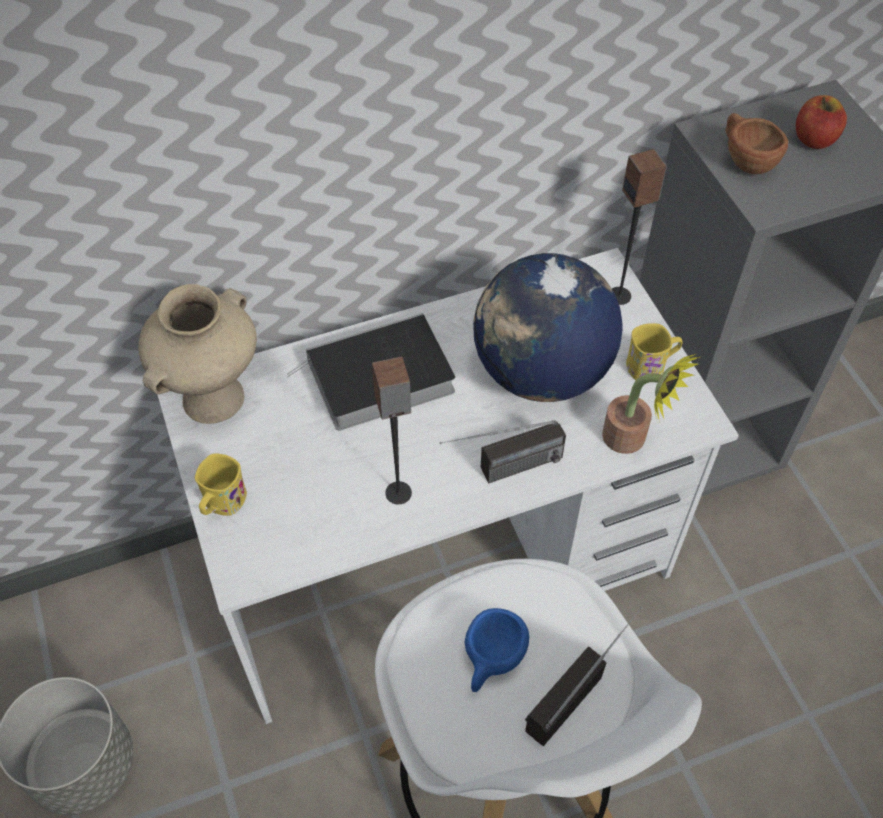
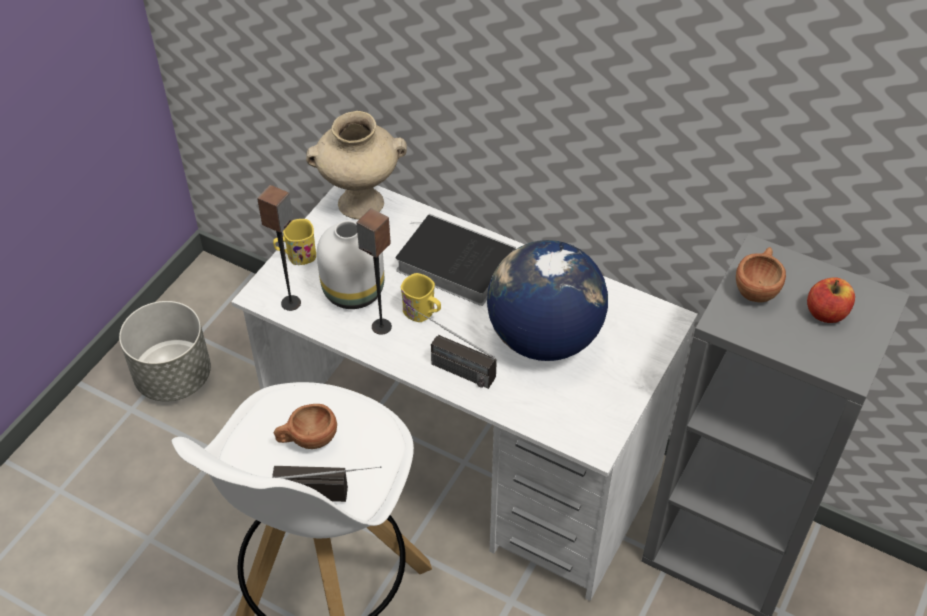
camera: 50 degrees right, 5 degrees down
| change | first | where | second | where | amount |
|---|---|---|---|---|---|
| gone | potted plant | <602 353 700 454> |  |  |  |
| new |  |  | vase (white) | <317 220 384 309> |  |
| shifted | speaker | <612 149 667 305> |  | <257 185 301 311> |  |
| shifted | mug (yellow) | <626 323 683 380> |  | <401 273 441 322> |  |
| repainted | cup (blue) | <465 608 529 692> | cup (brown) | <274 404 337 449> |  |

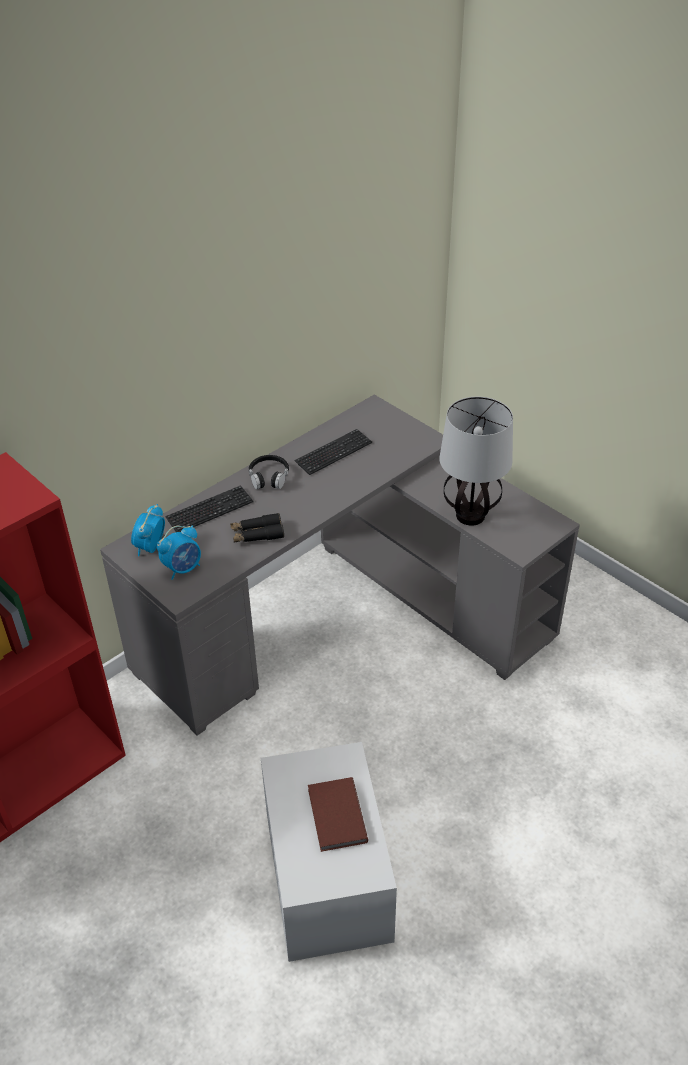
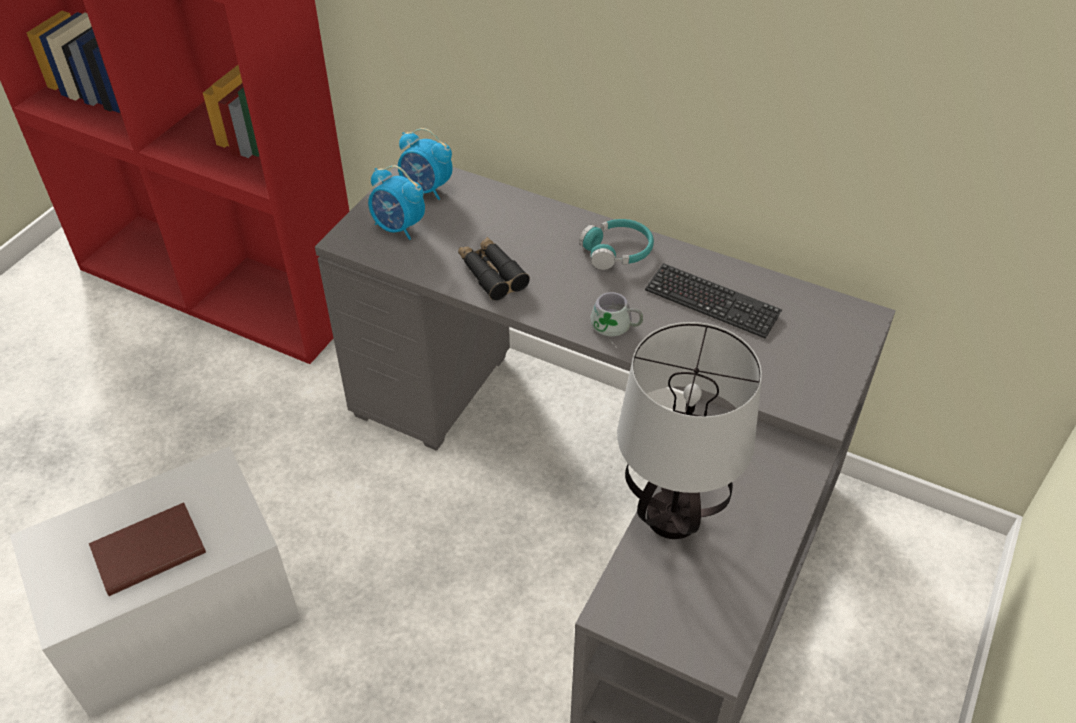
camera: 70 degrees right, 5 degrees up
| change | first | where | second | where | amount |
|---|---|---|---|---|---|
| gone | keyboard | <165 485 253 532> |  |  |  |
| new |  |  | mug (grey) | <591 292 643 348> |  |
| repainted | headphones (black) | <249 455 289 489> | headphones (turquoise) | <579 219 654 270> |  |
| rotated | alarm clock | <131 504 165 556> |  | <398 128 453 200> | 150 degrees counterclockwise |

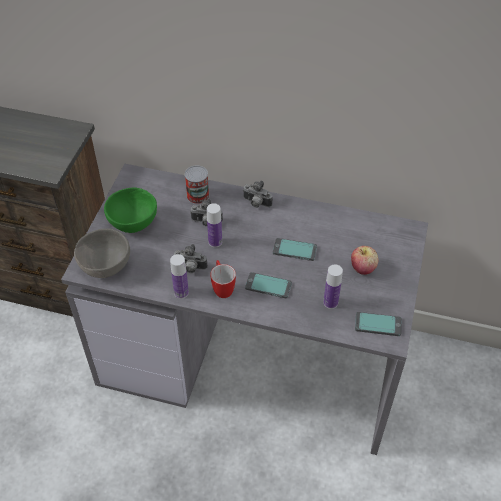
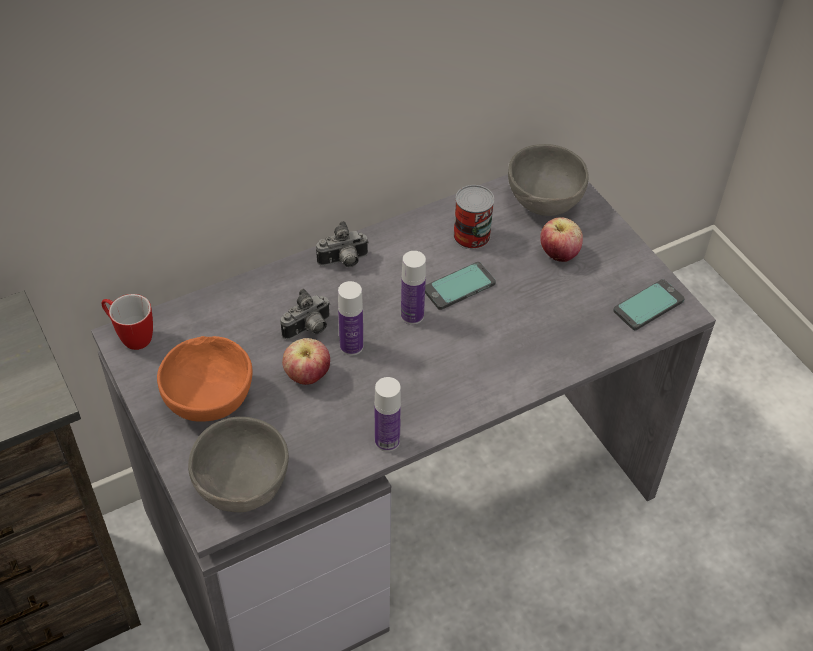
camera: 45 degrees left, 0 degrees up
| change | first | where | second | where | amount |
|---|---|---|---|---|---|
| gone | photo camera | <174 244 208 273> |  |  |  |
| gone | phone | <245 272 292 298> |  |  |  |
| new |  |  | apple | <282 338 330 385> |  |
| new |  |  | bowl (grey) | <508 144 589 216> |  |
| shifted | can | <185 166 209 204> |  | <453 185 495 249> |  |
| shifted | mug | <210 260 236 298> |  | <102 294 153 350> |  |
| shifted | bottle | <323 264 343 309> |  | <401 251 426 325> |  |
| repainted | bowl (green) | <104 188 157 233> | bowl (orange) | <157 336 252 422> |  |

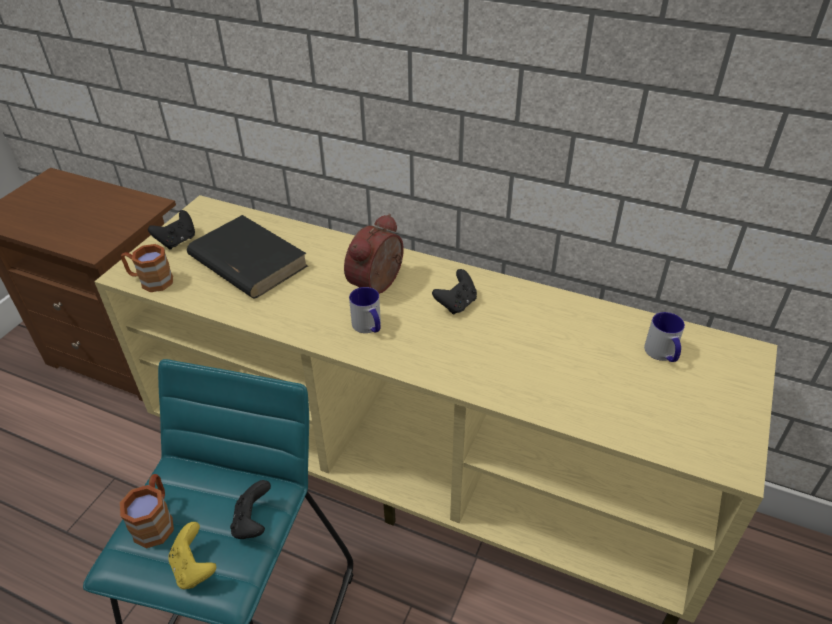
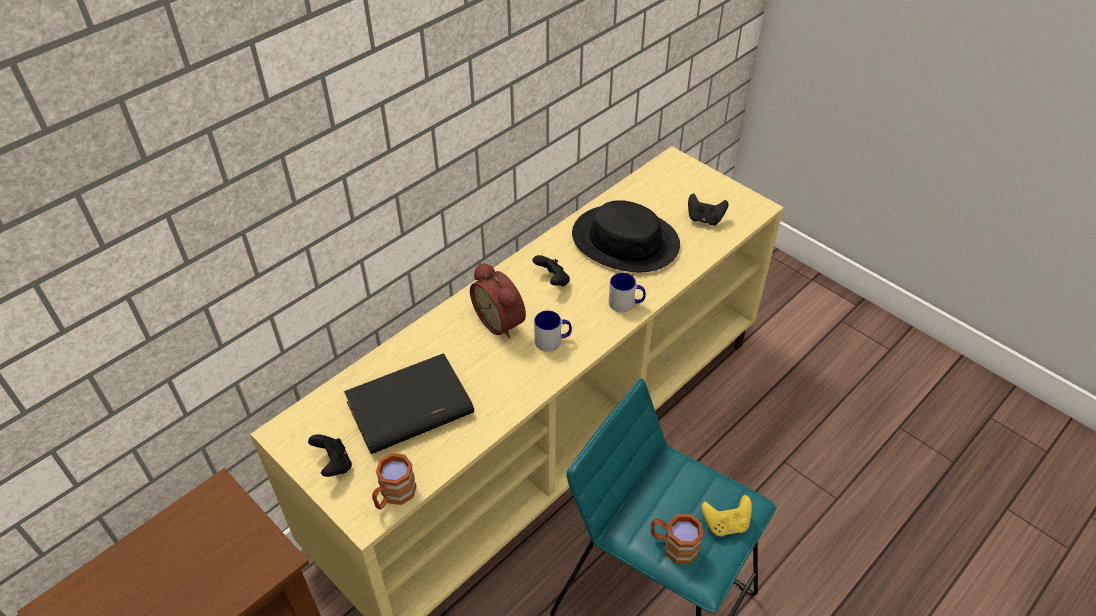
camera: 70 degrees left, 5 degrees up
| change | first | where | second | where | amount |
|---|---|---|---|---|---|
| new |  |  | hat (black) | <572 200 680 272> |  |
| shifted | game controller (black) | <230 480 271 539> |  | <688 193 728 225> |  |
| shifted | mug | <644 312 685 362> |  | <609 273 646 312> |  |

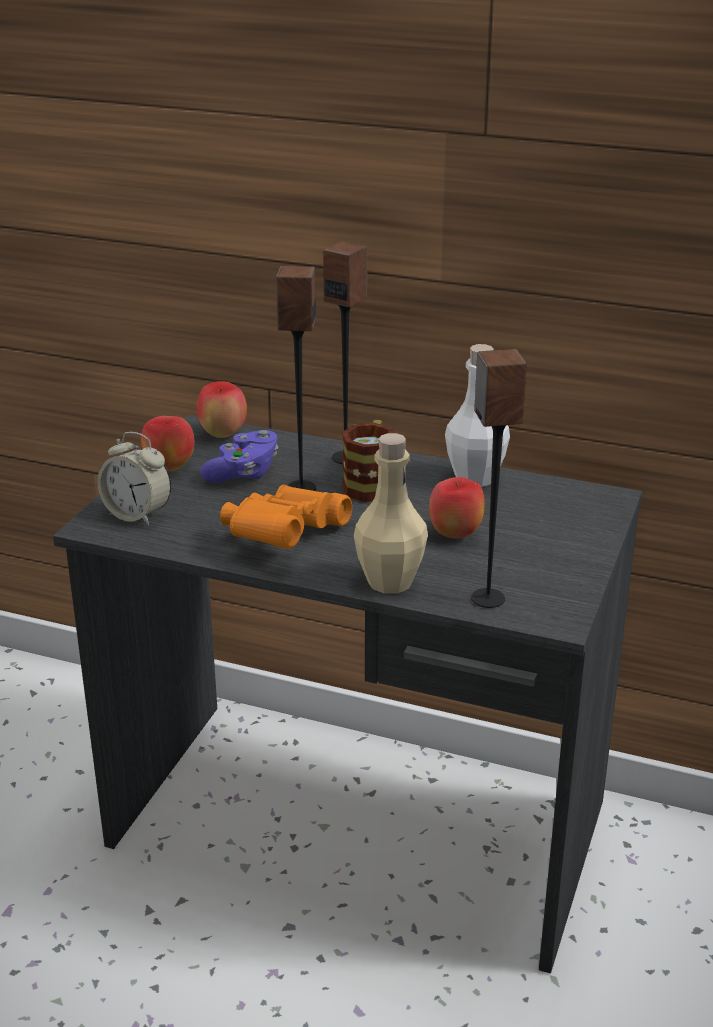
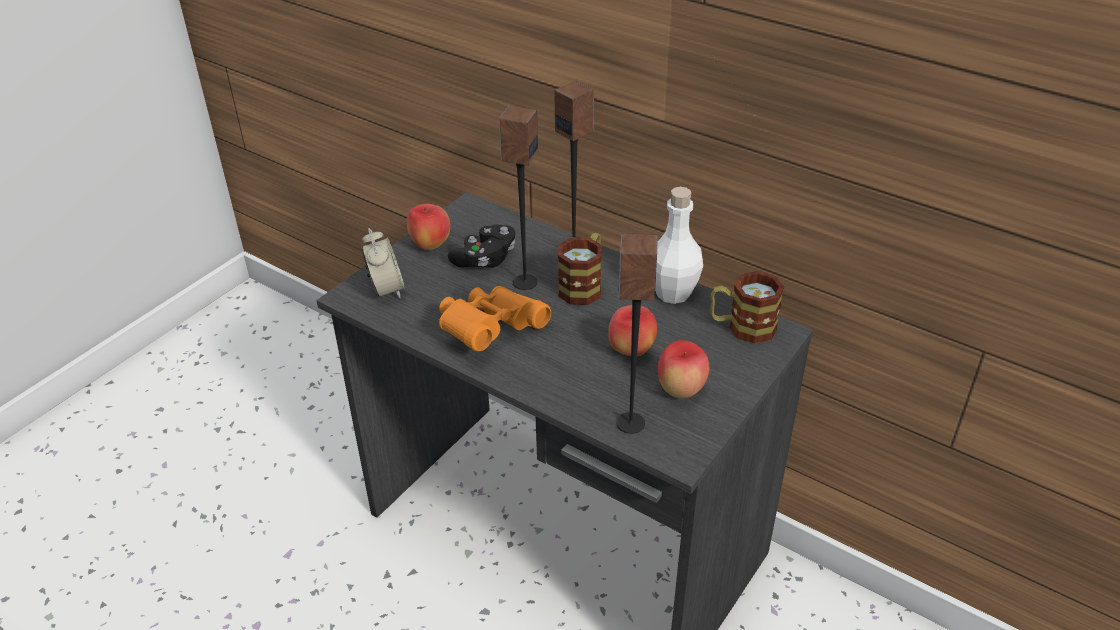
camera: 15 degrees right, 10 degrees up
| change | first | where | second | where | amount |
|---|---|---|---|---|---|
| gone | bottle (beige) | <354 433 428 594> |  |  |  |
| new |  |  | mug | <710 271 784 344> |  |
| shifted | apple | <197 381 247 438> |  | <657 340 710 398> |  |
| repainted | game controller (purple) | <200 430 278 483> | game controller (black) | <448 224 515 268> |  |
| rotated | alarm clock | <97 432 171 526> |  | <362 228 405 299> | 150 degrees counterclockwise |

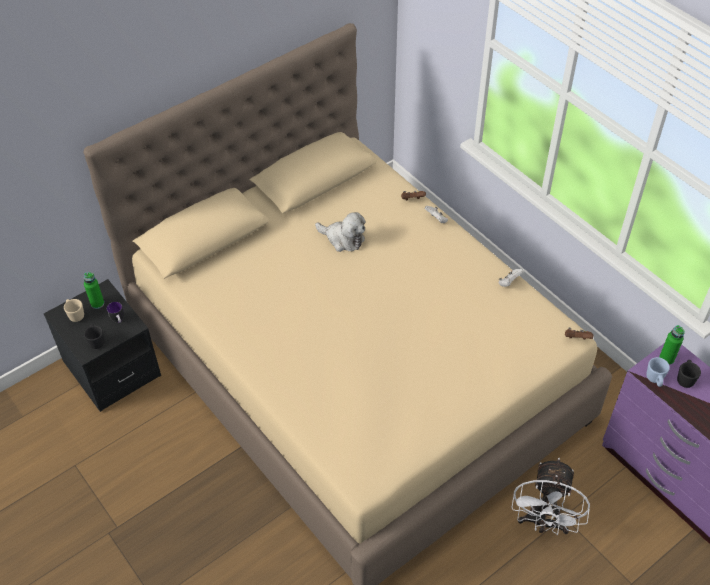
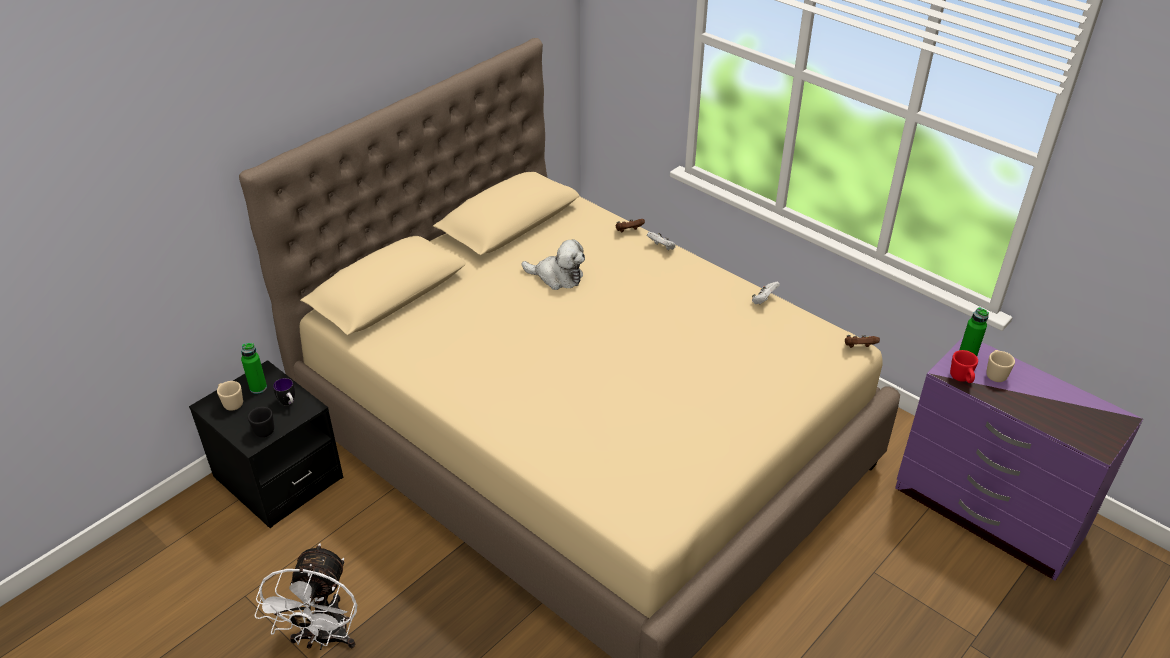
camera: 10 degrees left, 10 degrees down
| change | first | where | second | where | amount |
|---|---|---|---|---|---|
| shifted | fan (white) | <512 458 590 535> |  | <254 544 357 650> |  |
| repainted | mug (blue) | <646 357 670 387> | mug (red) | <950 350 978 383> |  |
| repainted | mug (black) | <677 360 701 388> | mug (beige) | <986 350 1015 382> |  |

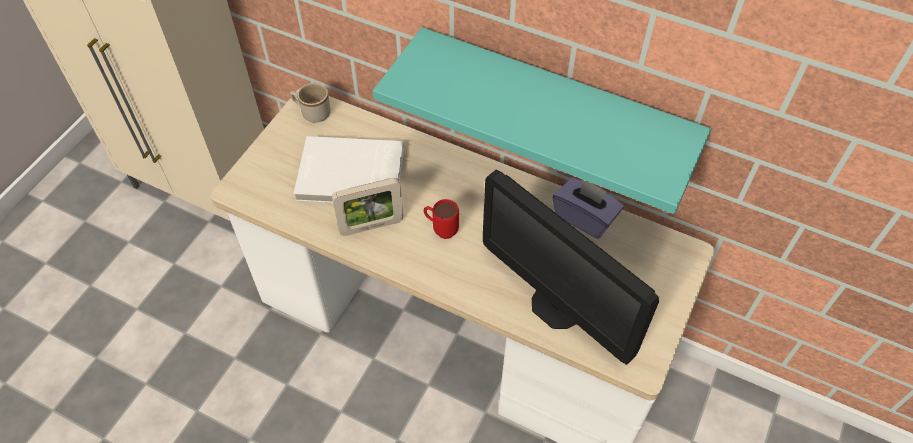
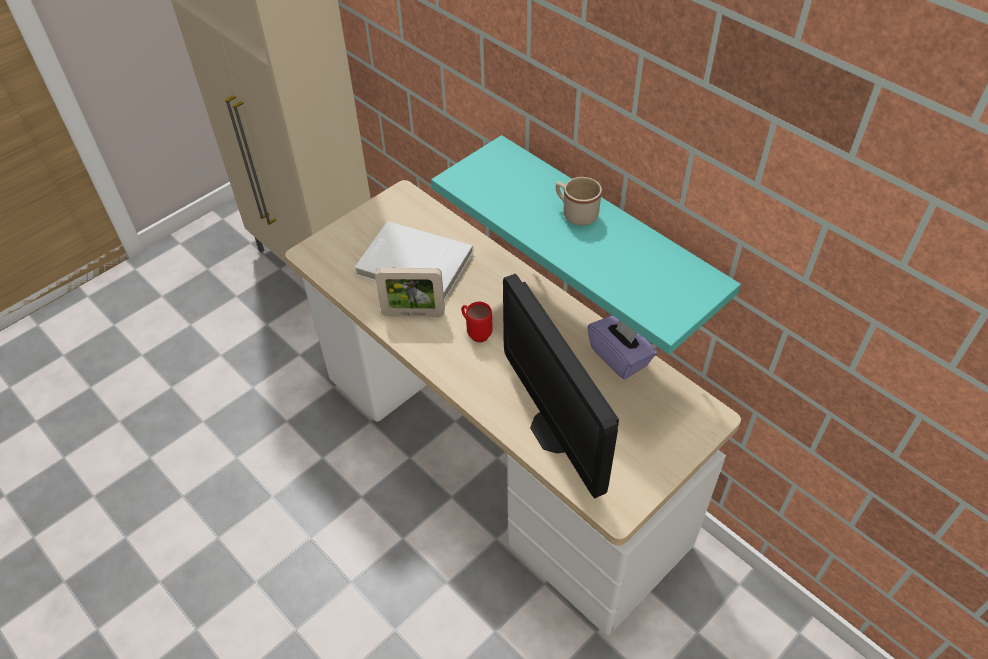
camera: 20 degrees right, 5 degrees down
| change | first | where | second | where | amount |
|---|---|---|---|---|---|
| shifted | mug (beige) | <290 83 331 123> |  | <556 177 602 226> |  |

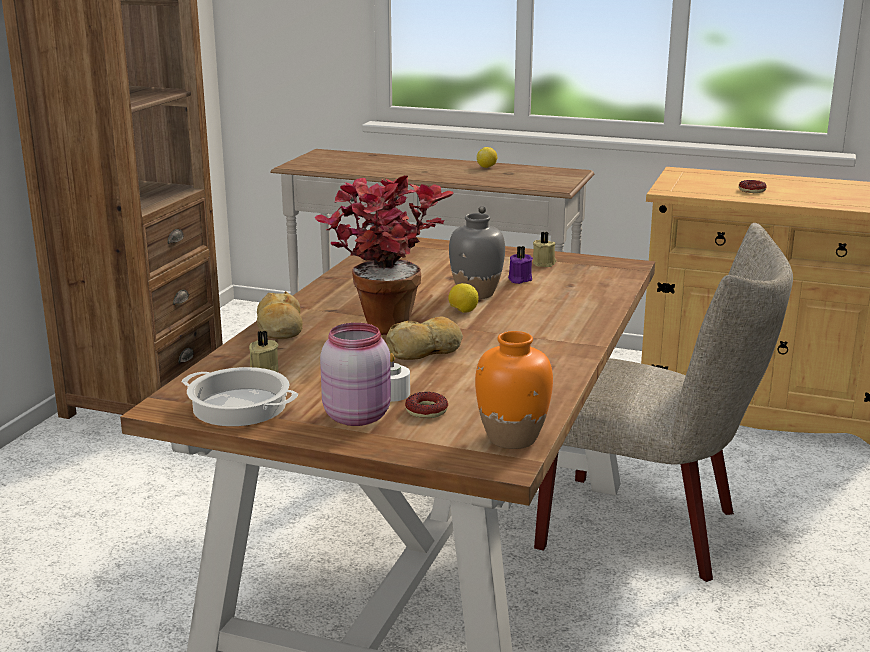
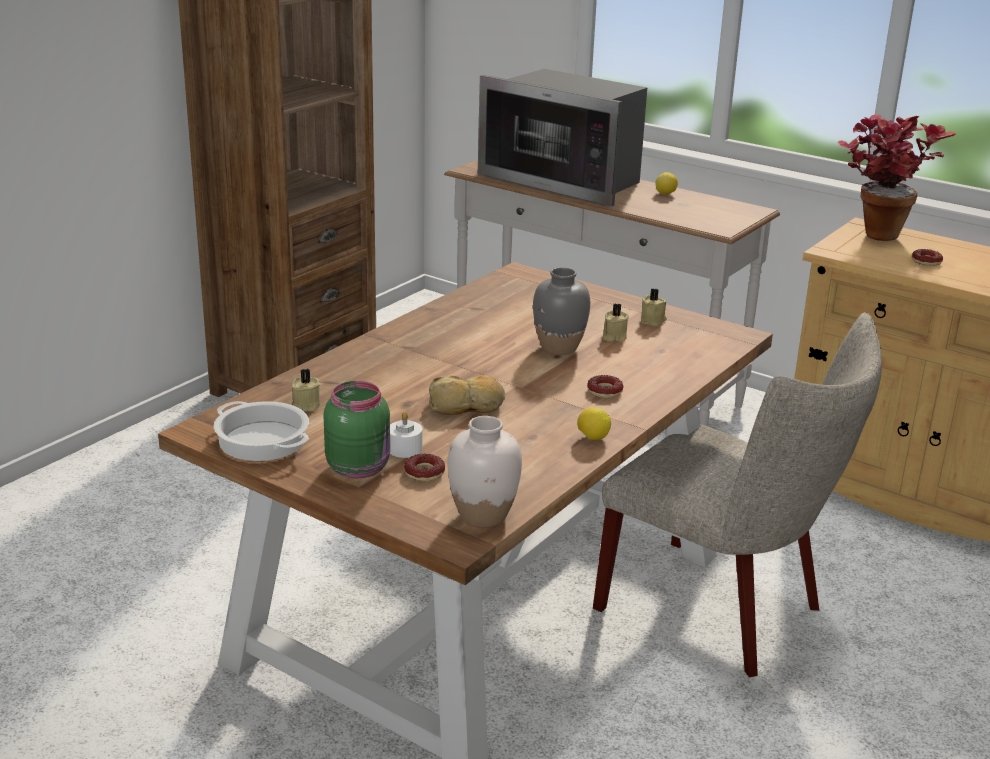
camera: 15 degrees right, 5 degrees up
| change | first | where | second | where | amount |
|---|---|---|---|---|---|
| gone | bread | <257 292 303 339> |  |  |  |
| new |  |  | microwave | <478 69 647 207> |  |
| new |  |  | donut | <587 375 623 398> |  |
| shifted | potted plant | <315 175 454 335> |  | <838 115 956 241> |  |
| shifted | lemon | <448 283 479 313> |  | <577 407 611 440> |  |
| repainted | jar (pink) | <320 323 391 426> | jar (green) | <324 381 390 478> |  |
| repainted | vase (orange) | <475 331 553 449> | vase (white) | <447 416 522 528> |  |
| repainted | candle (purple) | <508 246 533 284> | candle (beige) | <603 304 629 342> |  |

